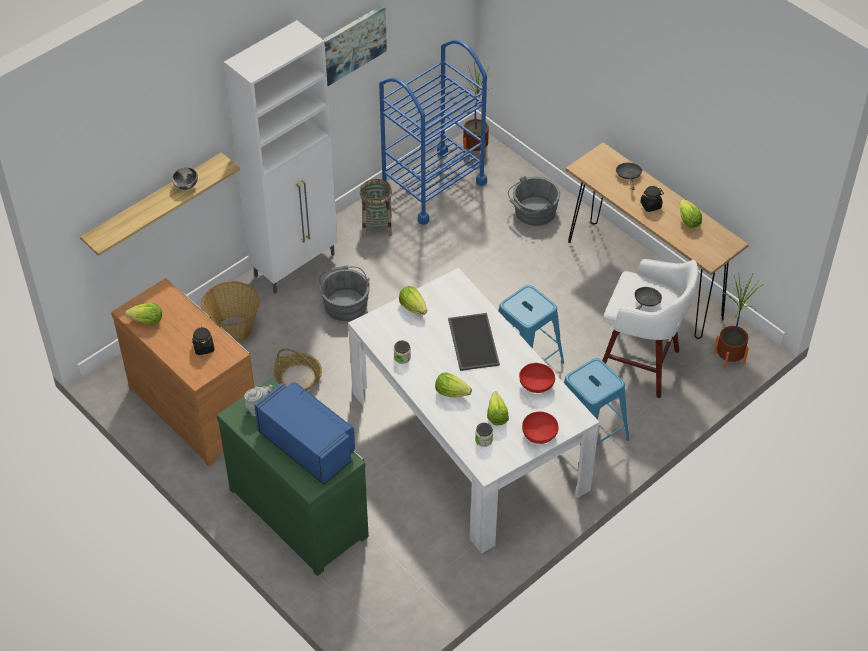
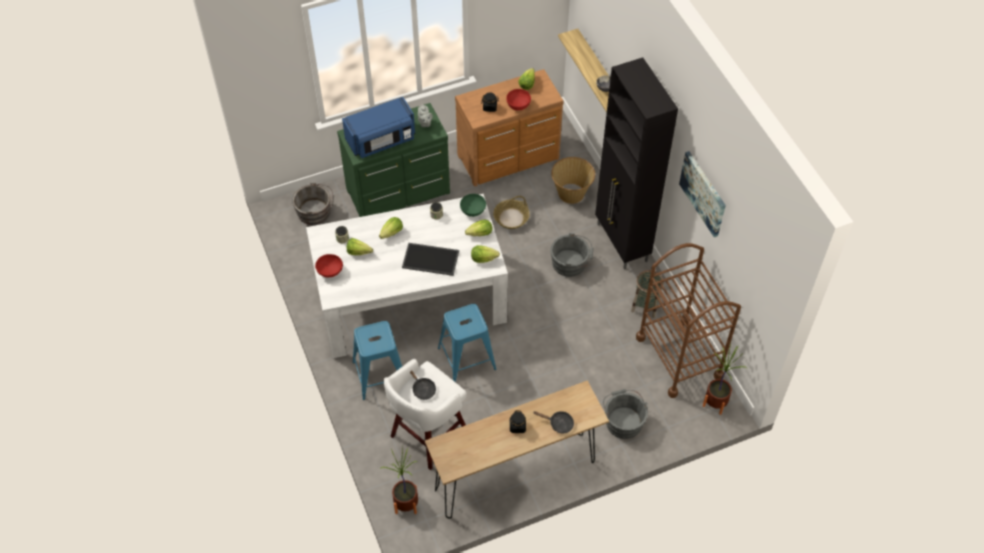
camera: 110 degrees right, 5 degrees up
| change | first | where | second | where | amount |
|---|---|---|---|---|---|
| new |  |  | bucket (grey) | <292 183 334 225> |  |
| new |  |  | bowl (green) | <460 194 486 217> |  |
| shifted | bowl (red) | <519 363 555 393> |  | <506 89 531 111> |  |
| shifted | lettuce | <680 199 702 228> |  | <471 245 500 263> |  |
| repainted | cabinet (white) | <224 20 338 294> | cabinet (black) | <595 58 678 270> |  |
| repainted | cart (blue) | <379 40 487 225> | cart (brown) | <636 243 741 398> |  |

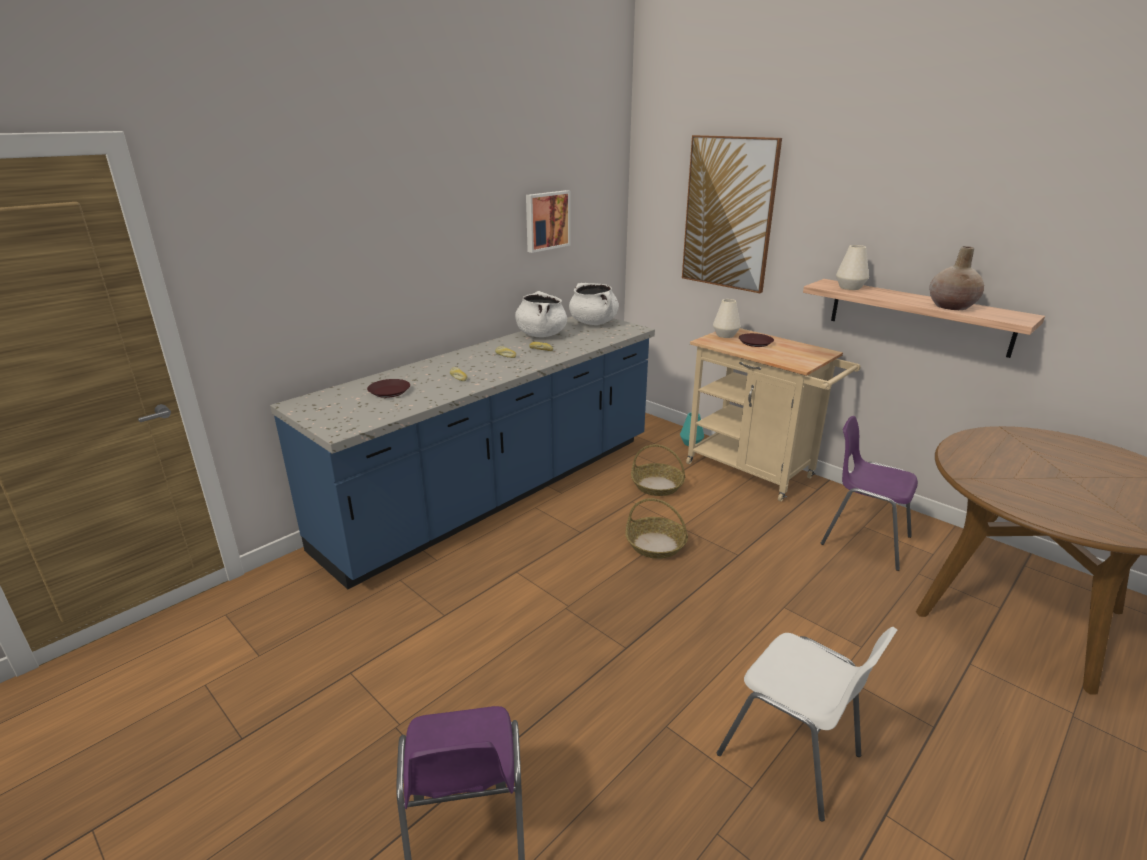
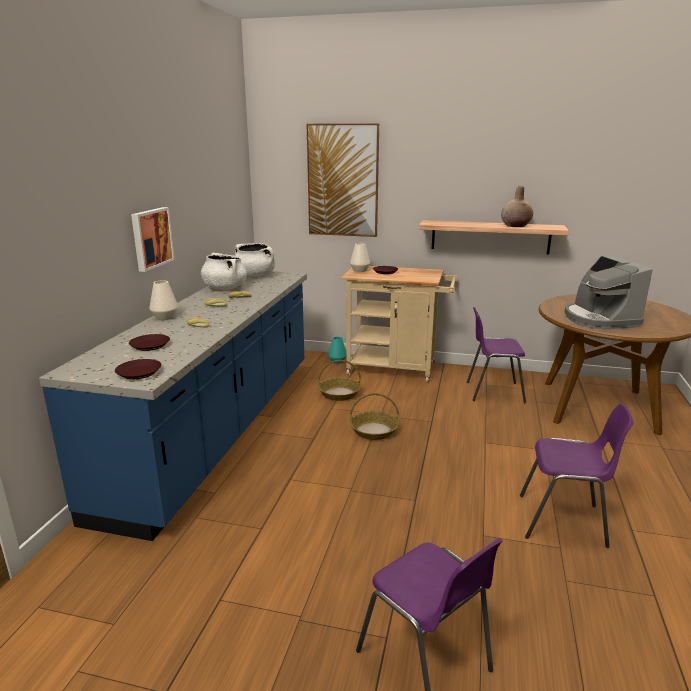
camera: 30 degrees left, 5 degrees down
| change | first | where | second | where | amount |
|---|---|---|---|---|---|
| new |  |  | plate (brown) | <115 359 161 379> |  |
| new |  |  | coffee machine | <565 256 653 329> |  |
| shifted | picture | <526 190 570 253> |  | <131 207 175 272> |  |
| shifted | vase (white) | <836 245 869 290> |  | <149 280 178 320> |  |
| repainted | chair (white) | <717 627 897 821> | chair (purple) | <520 403 634 548> |  |

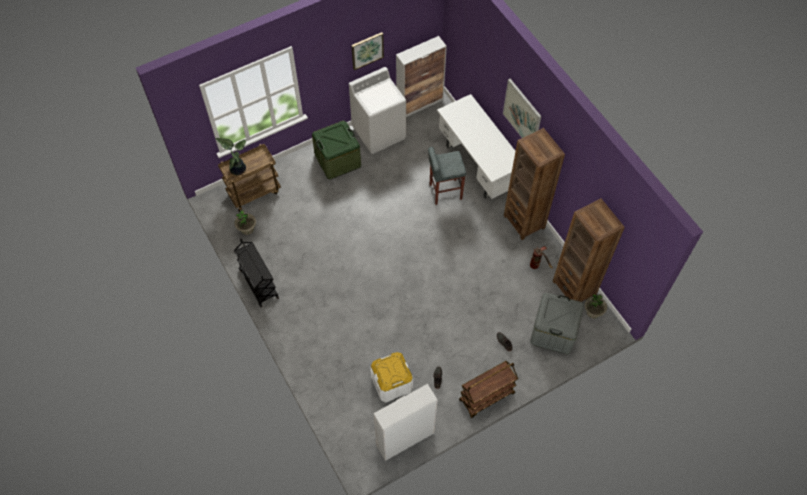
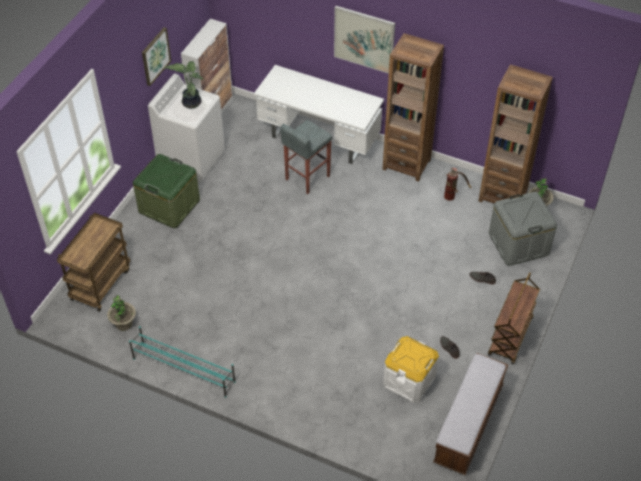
camera: 35 degrees left, 10 degrees down
| change | first | where | second | where | amount |
|---|---|---|---|---|---|
| shifted | potted plant | <215 138 246 175> |  | <165 61 204 109> |  |
| swapped | cart (black) | <234 239 279 307> | shoe rack (turquoise) | <129 326 236 398> |  |
| swapped | cabinet | <374 384 437 461> | bench | <433 353 508 475> |  |

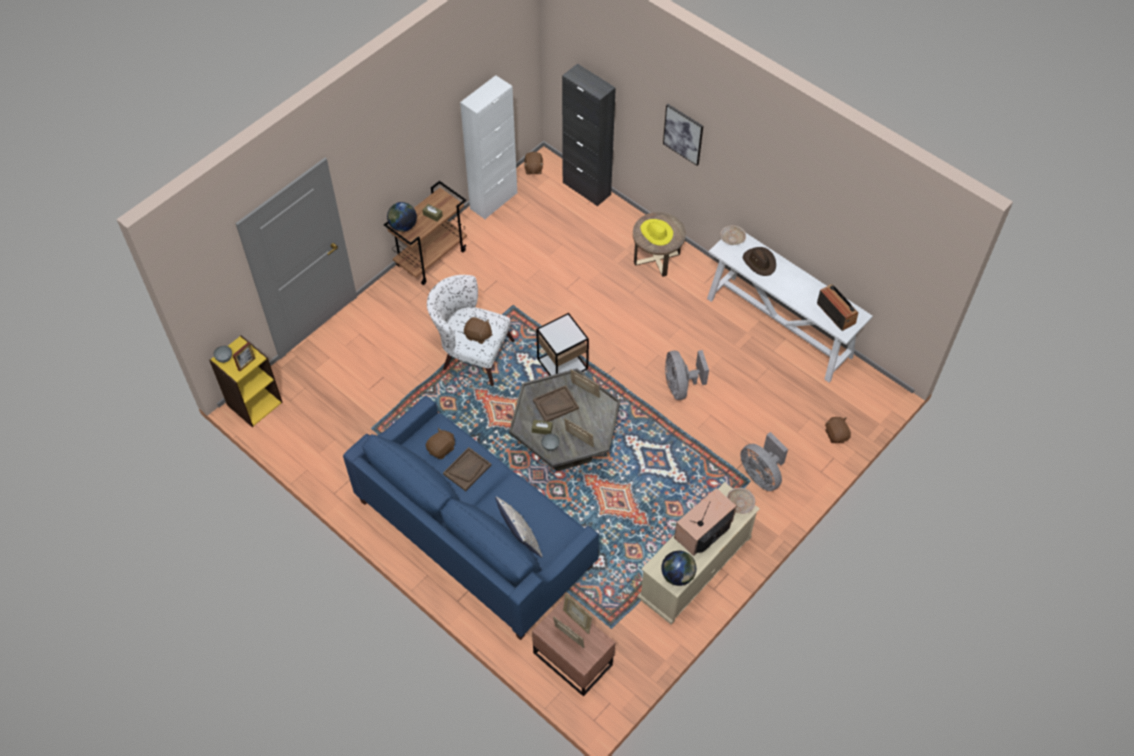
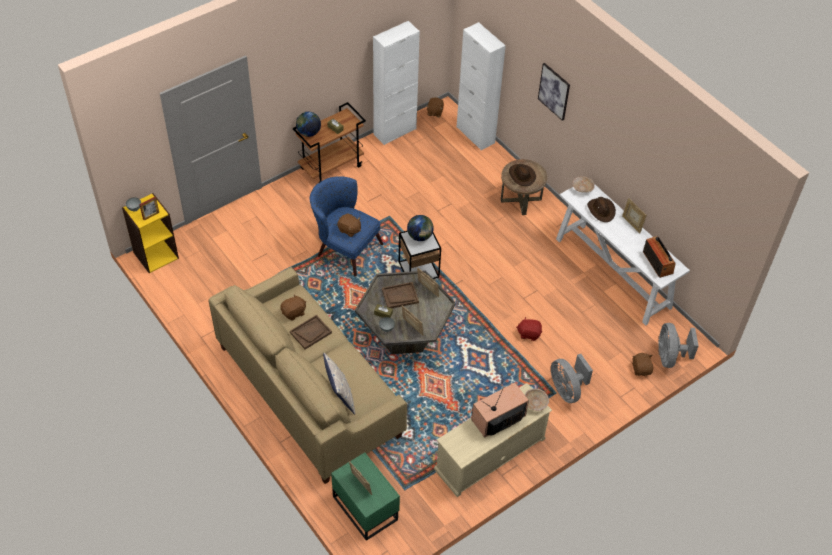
camera: 10 degrees right, 5 degrees down
| change | first | where | second | where | amount |
|---|---|---|---|---|---|
| new |  |  | plush toy (red) | <516 317 542 341> |  |
| shifted | picture frame | <563 593 592 634> |  | <622 198 647 233> |  |
| shifted | globe | <661 551 696 586> |  | <407 215 434 241> |  |
| shifted | fan (grey) | <665 350 709 400> |  | <658 323 699 368> |  |
| repainted | sofa (blue) | <343 395 599 640> | sofa (beige) | <208 267 407 484> |  |
| repainted | armchair (white) | <427 275 515 386> | armchair (blue) | <310 176 383 277> |  |
| repainted | nightstand (brown) | <532 599 615 696> | nightstand (green) | <331 452 400 541> |  |
| repainted | cabinet (black) | <562 63 616 206> | cabinet (white) | <457 22 506 150> |  |
| repainted | hat (yellow) | <641 219 673 245> | hat (brown) | <509 164 536 186> |  |

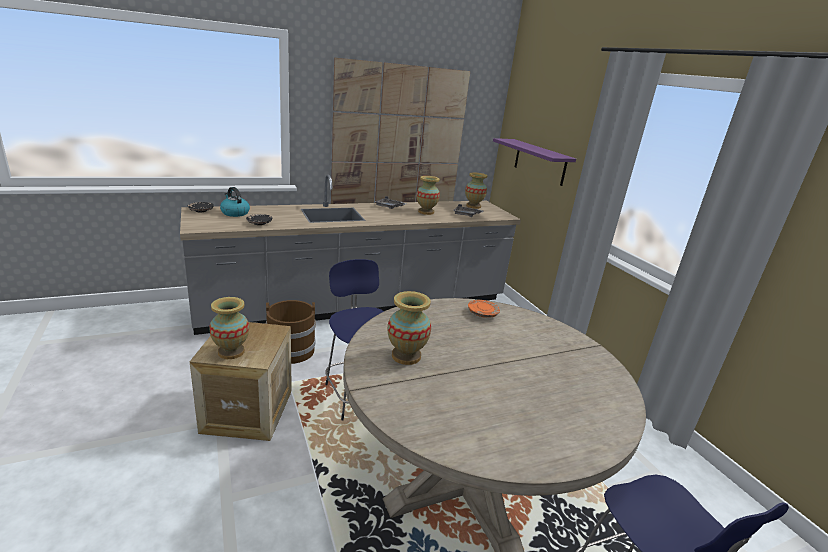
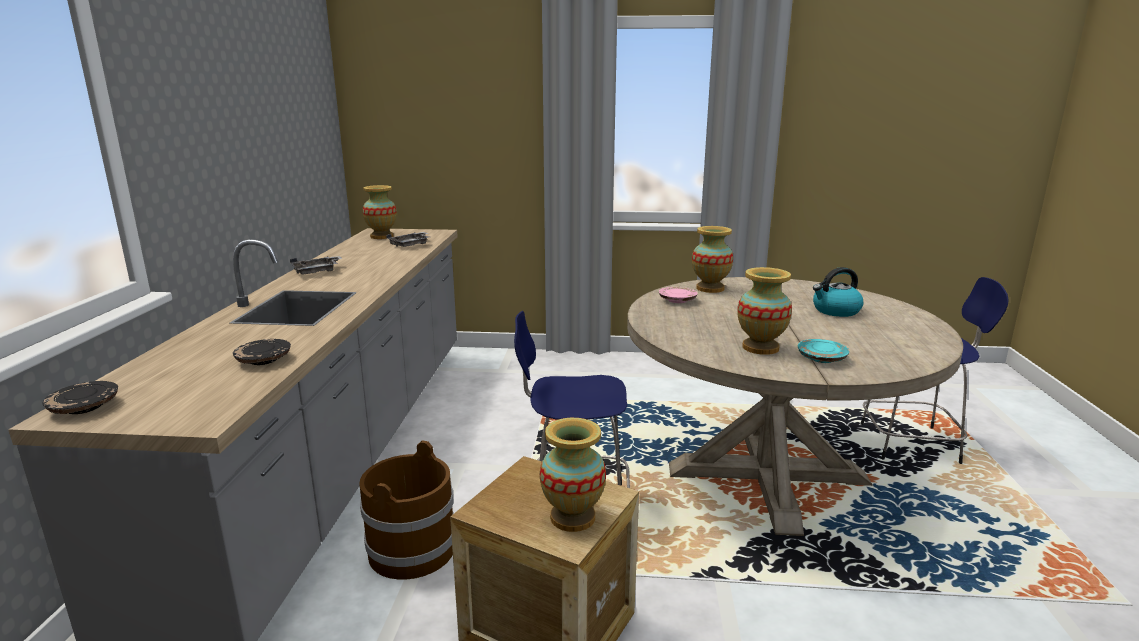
camera: 60 degrees left, 5 degrees down
| change | first | where | second | where | amount |
|---|---|---|---|---|---|
| gone | picture | <331 57 470 204> |  |  |  |
| gone | shelf (purple) | <493 138 576 186> |  |  |  |
| new |  |  | plate (turquoise) | <798 339 849 363> |  |
| shifted | kettle | <220 187 250 217> |  | <813 267 863 317> |  |
| shifted | vase | <417 176 440 215> |  | <692 226 733 293> |  |
| repainted | plate (orange) | <468 300 500 318> | plate (pink) | <659 287 698 303> |  |

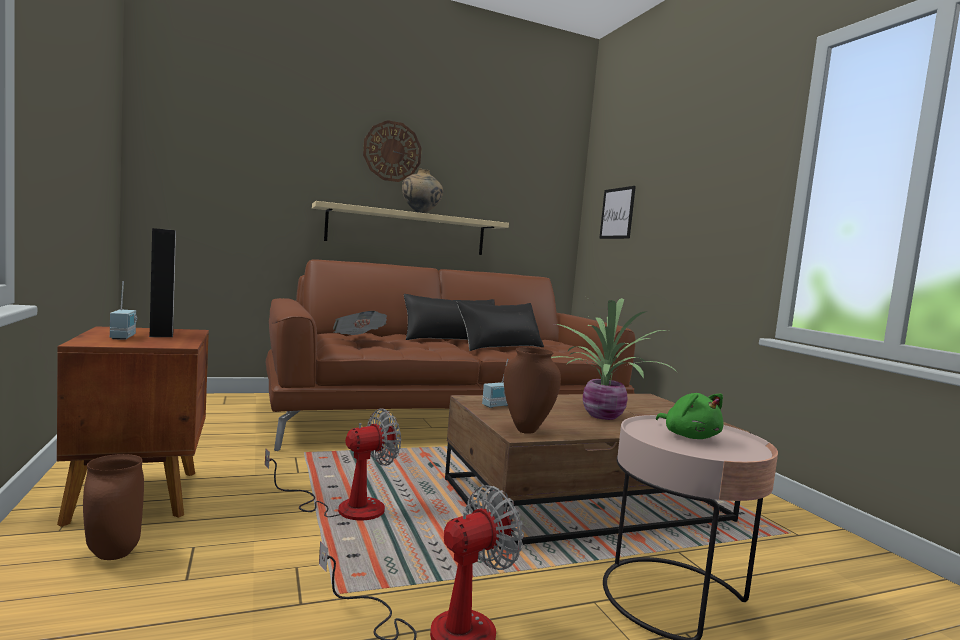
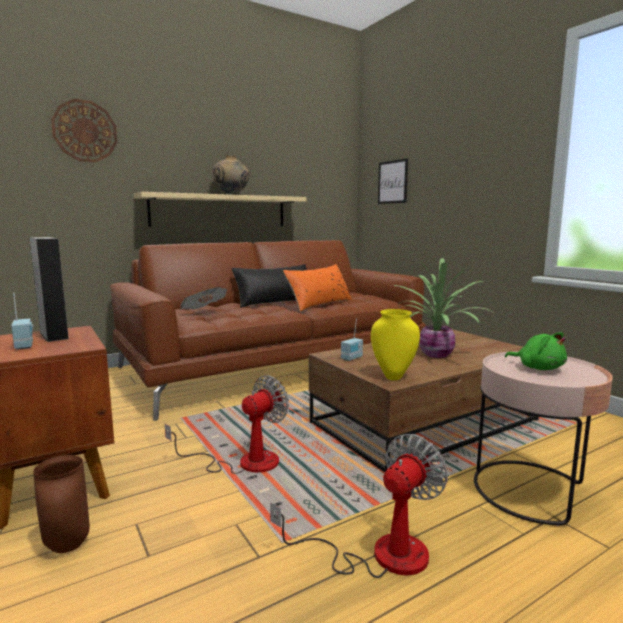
camera: 10 degrees left, 5 degrees up
| change | first | where | second | where | amount |
|---|---|---|---|---|---|
| shifted | wall clock | <363 120 422 182> |  | <51 99 117 162> |  |
| repainted | pillow (black) | <457 301 544 351> | pillow (orange) | <283 264 352 311> |  |
| repainted | vase (brown) | <504 347 561 434> | vase (yellow) | <371 309 420 381> |  |

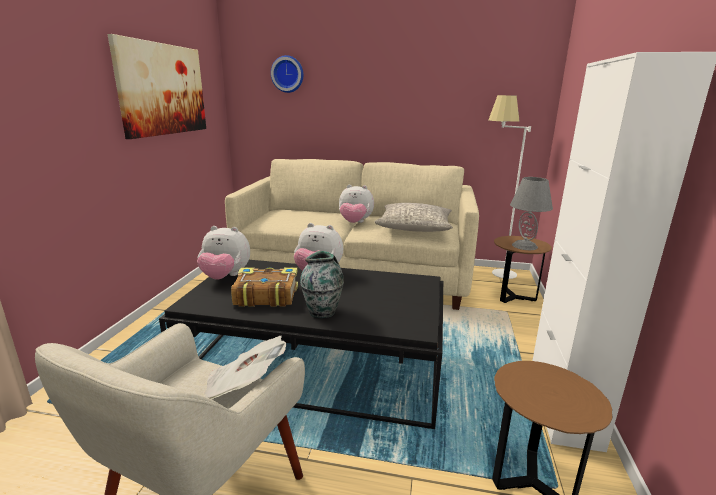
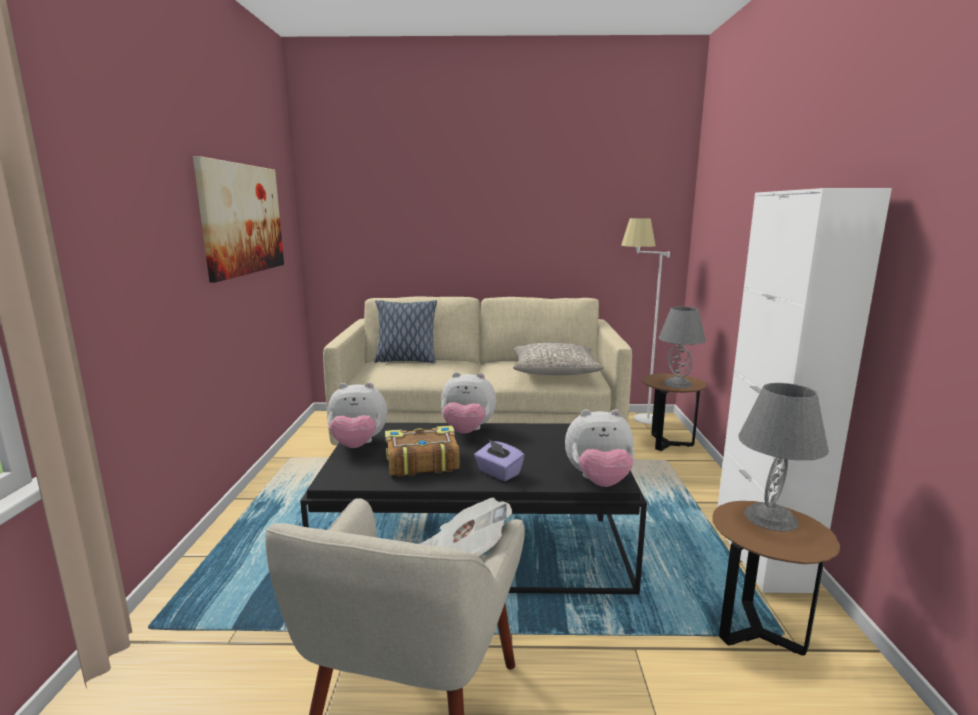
camera: 10 degrees left, 5 degrees down
| change | first | where | second | where | amount |
|---|---|---|---|---|---|
| gone | wall clock | <271 55 303 93> |  |  |  |
| new |  |  | pillow | <374 300 437 363> |  |
| new |  |  | table lamp (grey) | <738 383 829 532> |  |
| shifted | plush toy | <339 185 374 223> |  | <565 409 634 487> |  |
| swapped | vase | <300 251 344 318> | tissue box (purple) | <474 439 525 481> |  |

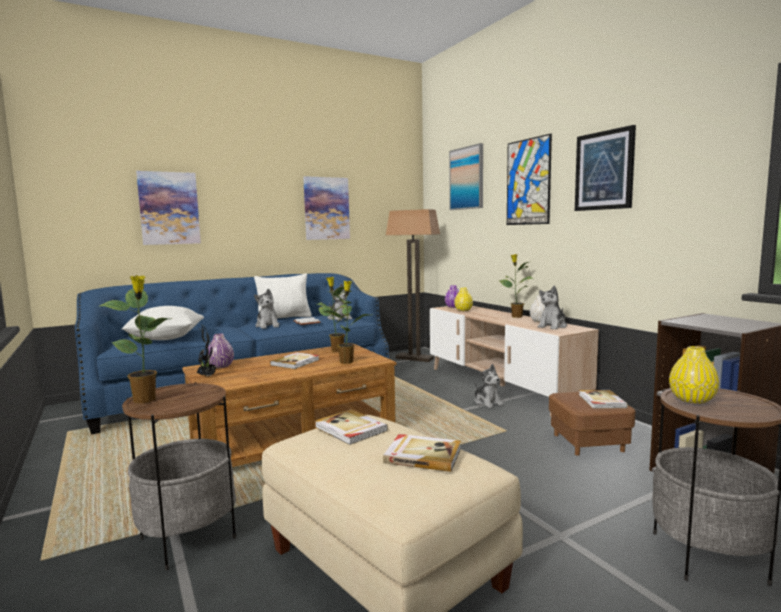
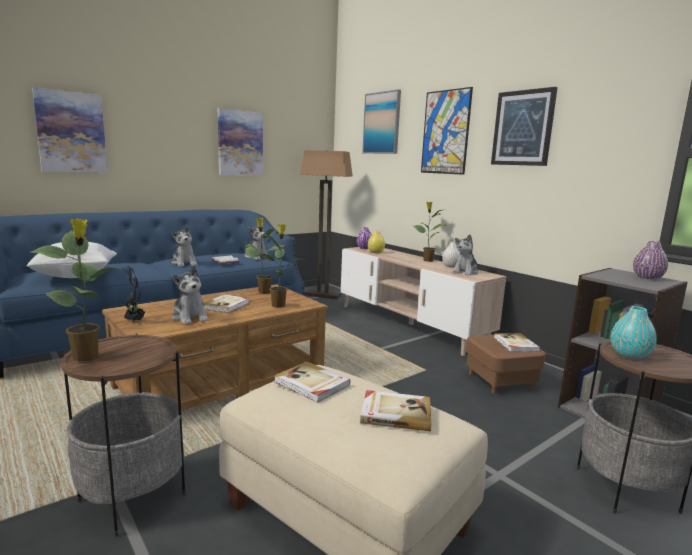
camera: 10 degrees left, 5 degrees up
| change | first | where | second | where | amount |
|---|---|---|---|---|---|
| gone | pillow (white) | <254 273 312 319> |  |  |  |
| shifted | vase (purple) | <207 334 234 369> |  | <633 241 668 280> |  |
| shifted | plush toy | <474 364 504 408> |  | <172 266 209 325> |  |
| repainted | vase (yellow) | <669 346 719 404> | vase (turquoise) | <611 306 657 359> |  |

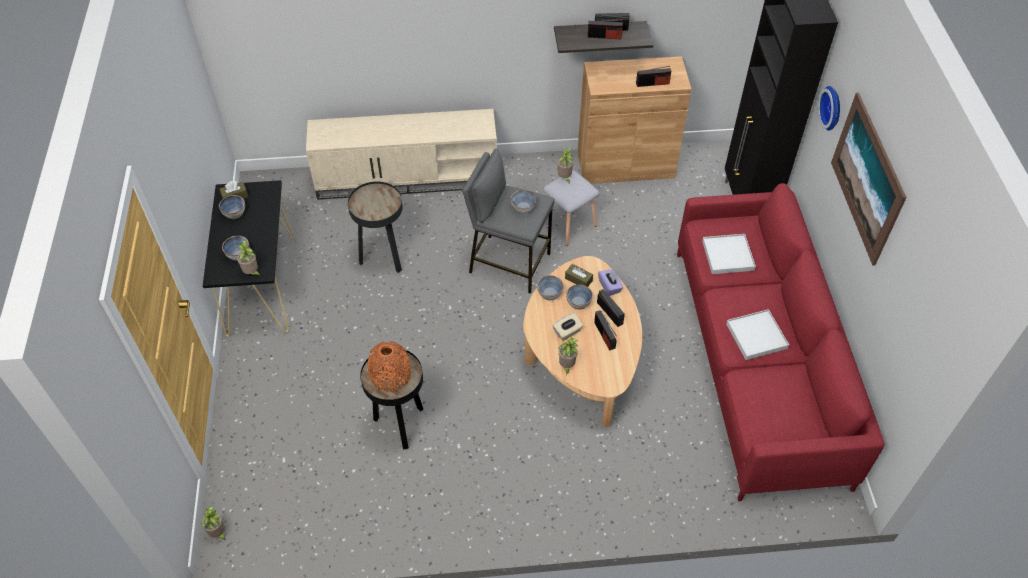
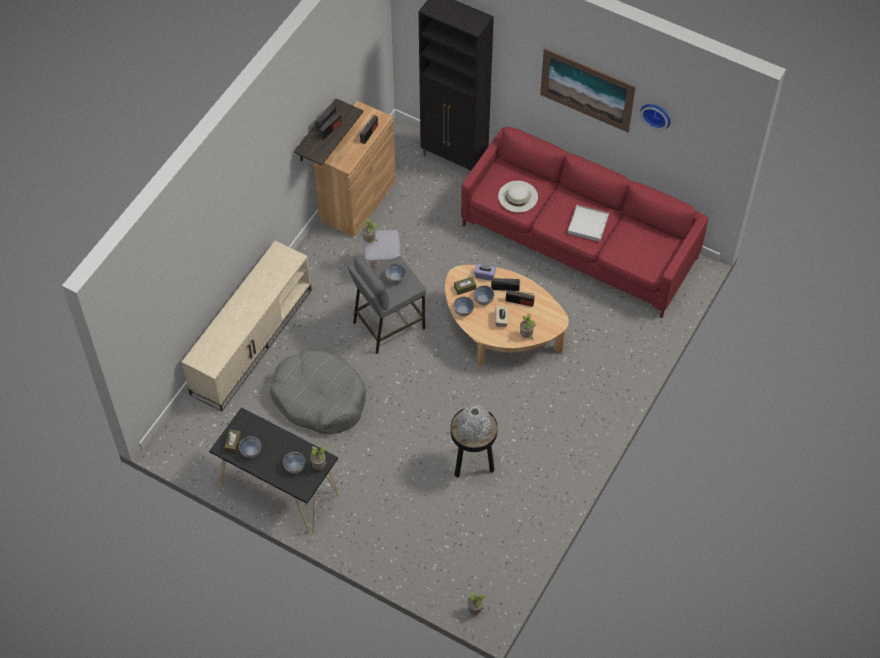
camera: 55 degrees left, 5 degrees up
| change | first | where | second | where | amount |
|---|---|---|---|---|---|
| shifted | wall clock | <818 86 840 131> |  | <640 104 671 130> |  |
| swapped | side table (black) | <348 181 403 273> | dog bed (grey) | <270 349 366 434> |  |
| swapped | tray (white) | <702 234 756 274> | hat (white) | <498 181 538 213> |  |
| repainted | vase (orange) | <368 341 411 393> | vase (grey) | <458 404 491 442> |  |

